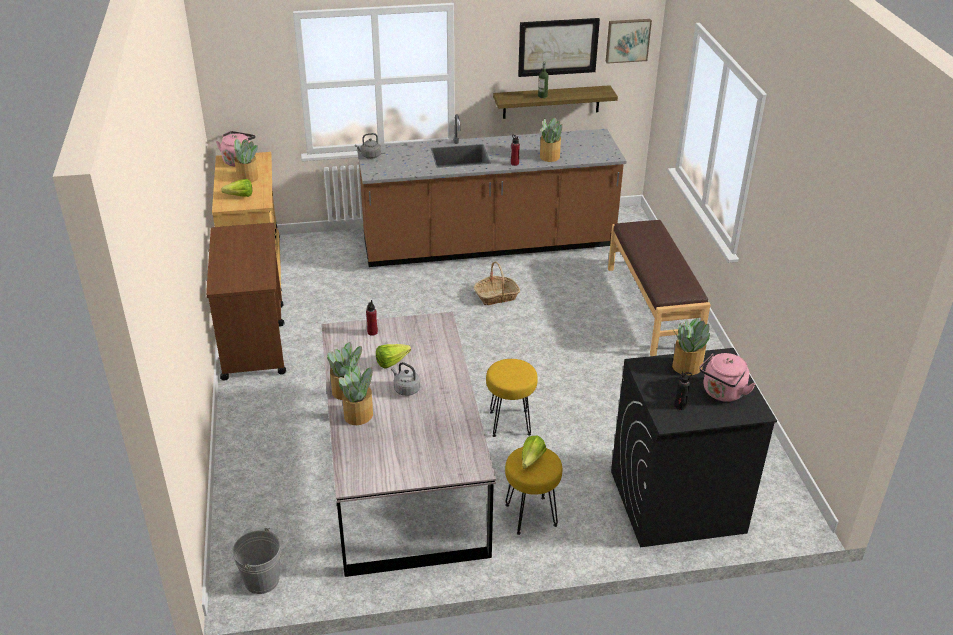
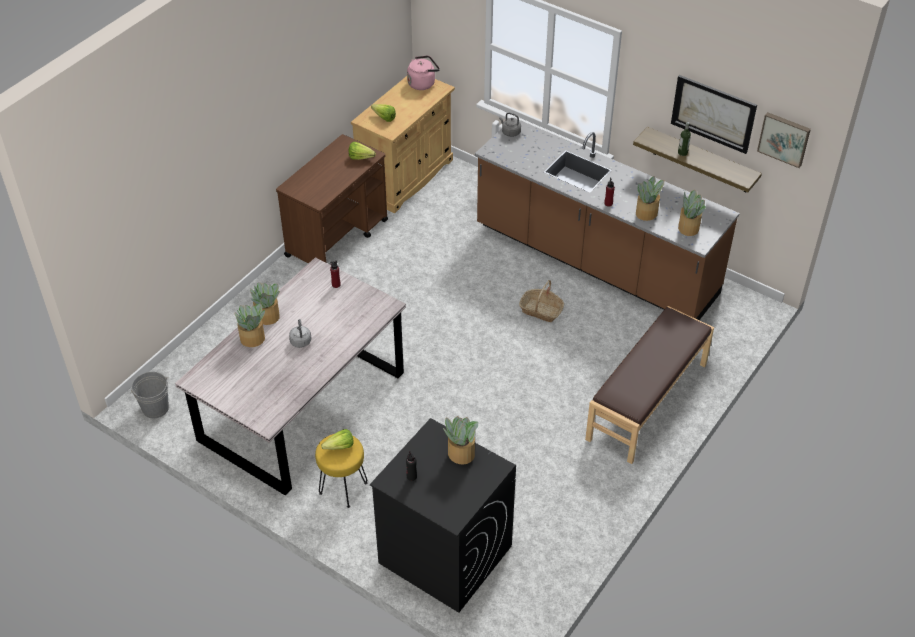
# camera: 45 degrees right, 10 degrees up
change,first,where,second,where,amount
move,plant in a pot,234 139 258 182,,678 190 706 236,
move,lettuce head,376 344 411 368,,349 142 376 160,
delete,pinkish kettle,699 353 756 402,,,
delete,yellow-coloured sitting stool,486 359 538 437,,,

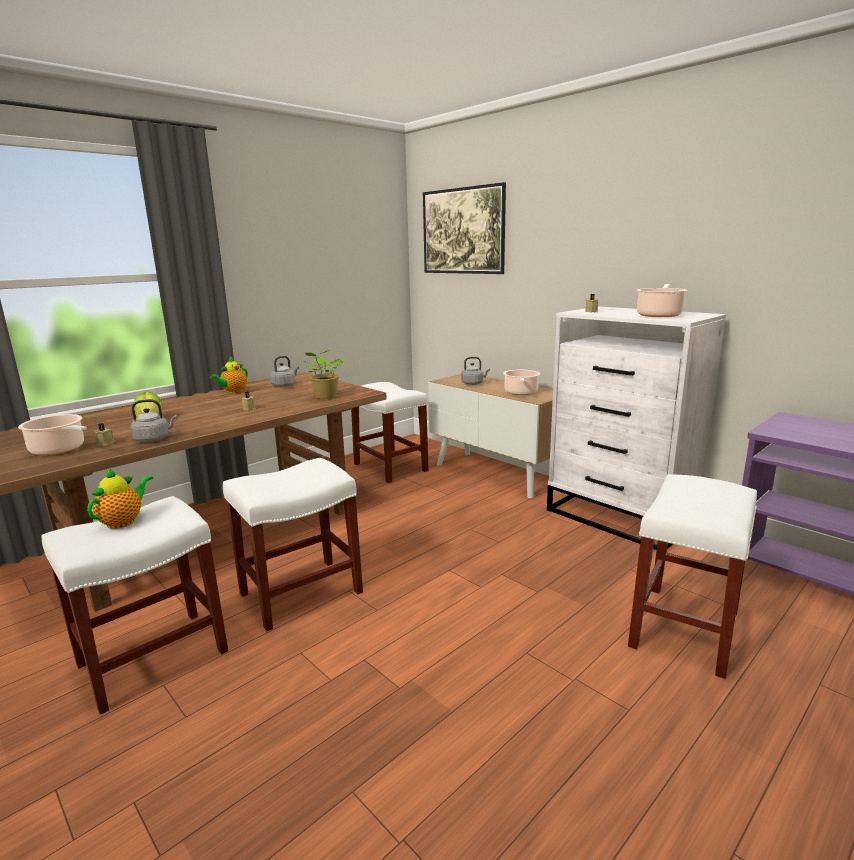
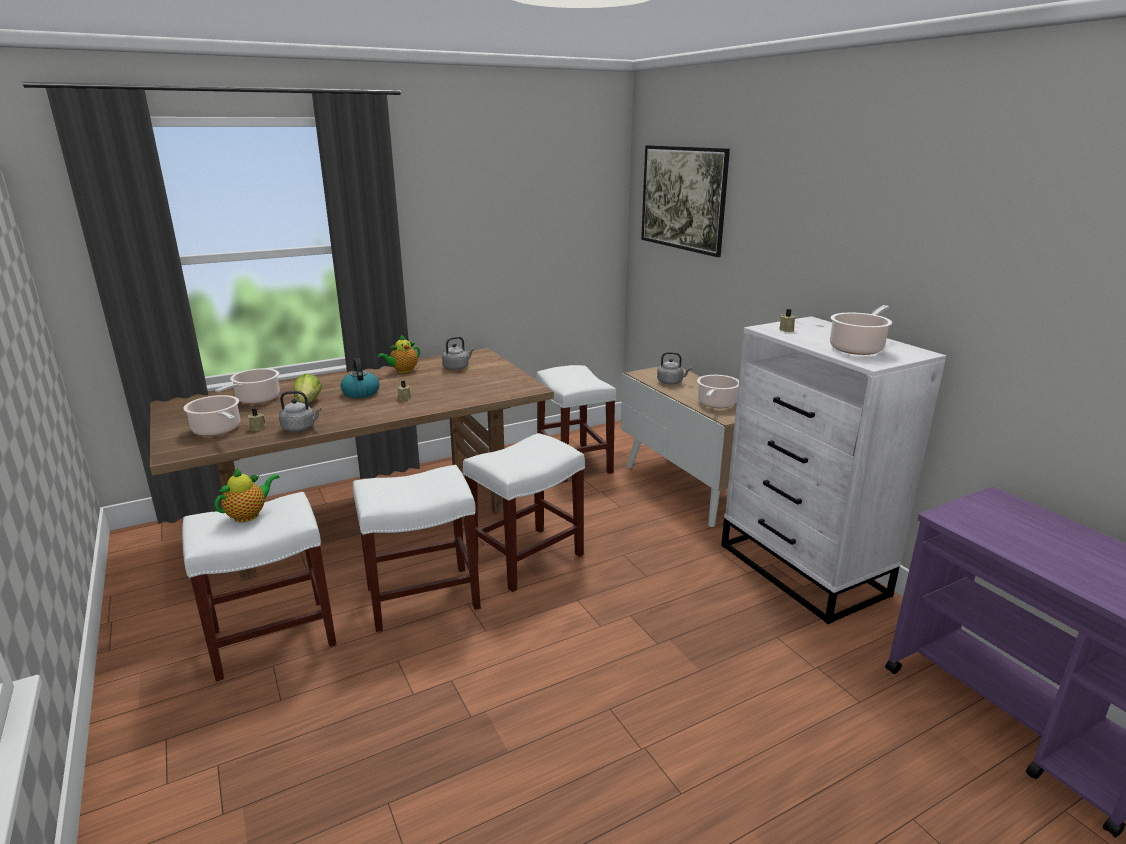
# camera: 15 degrees right, 5 degrees up
change,first,where,second,where,amount
delete,plant in a pot,302 350 345 399,,,
move,whitish sitting stool,628 474 757 679,,463 433 585 592,
insert,,,kettle,340 358 379 398,
insert,,,saucepot,215 368 280 404,

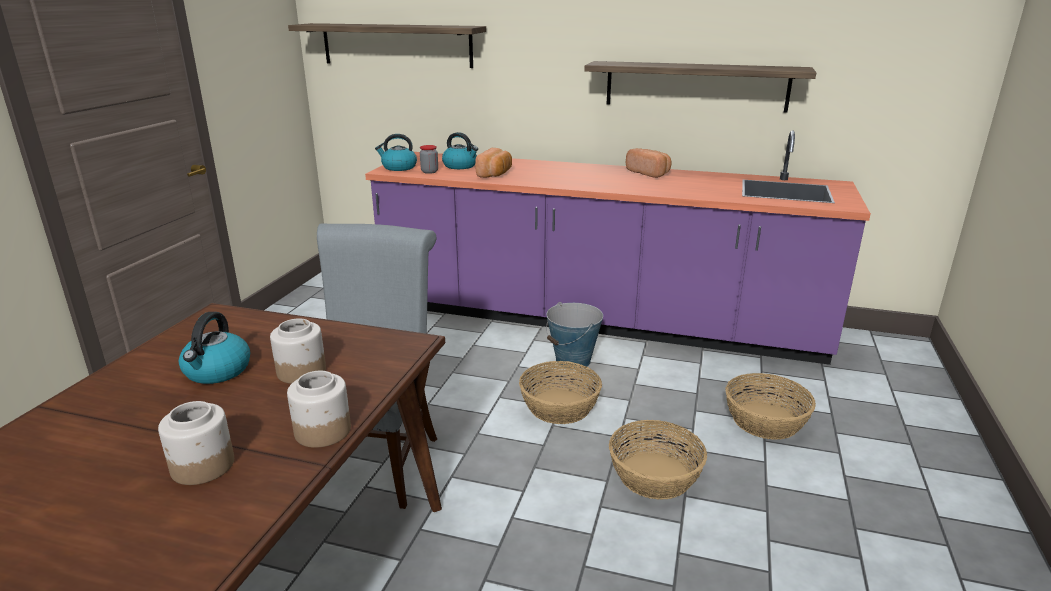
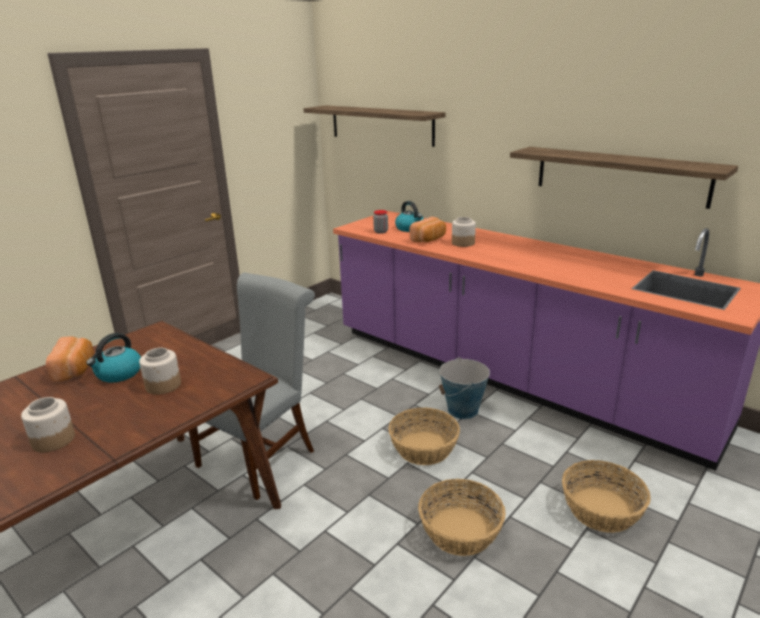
# camera: 25 degrees right, 0 degrees up
change,first,where,second,where,amount
delete,kettle,375 134 417 171,,,
move,bakery bread,626 148 671 178,,46 336 94 382,
move,preserve jar,287 371 351 448,,452 217 476 247,

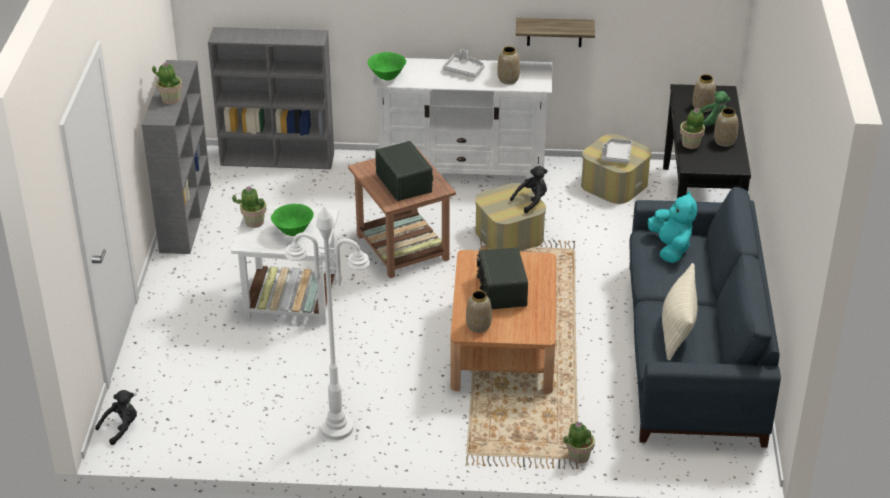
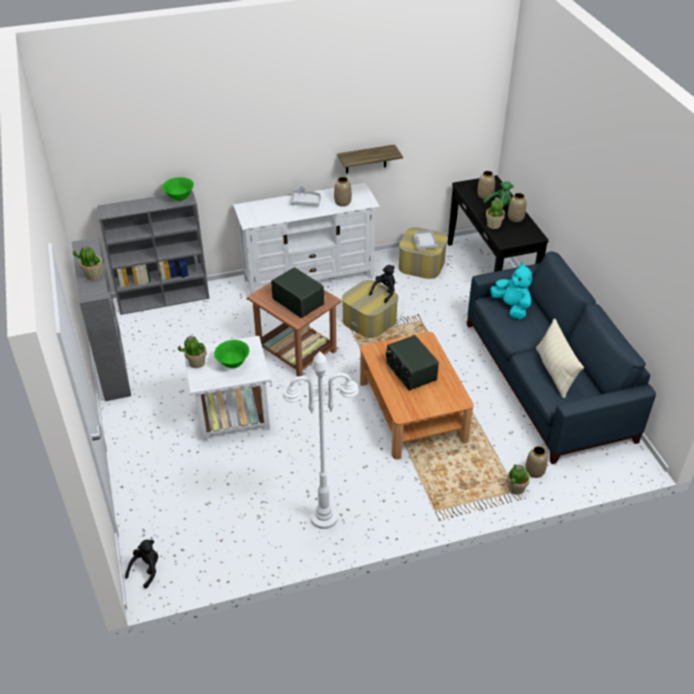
# camera: 20 degrees left, 5 degrees up
change,first,where,second,where,amount
move,green-coloured deep dish,368 52 406 80,,162 177 194 201,
move,vase,466 290 492 333,,525 446 548 478,

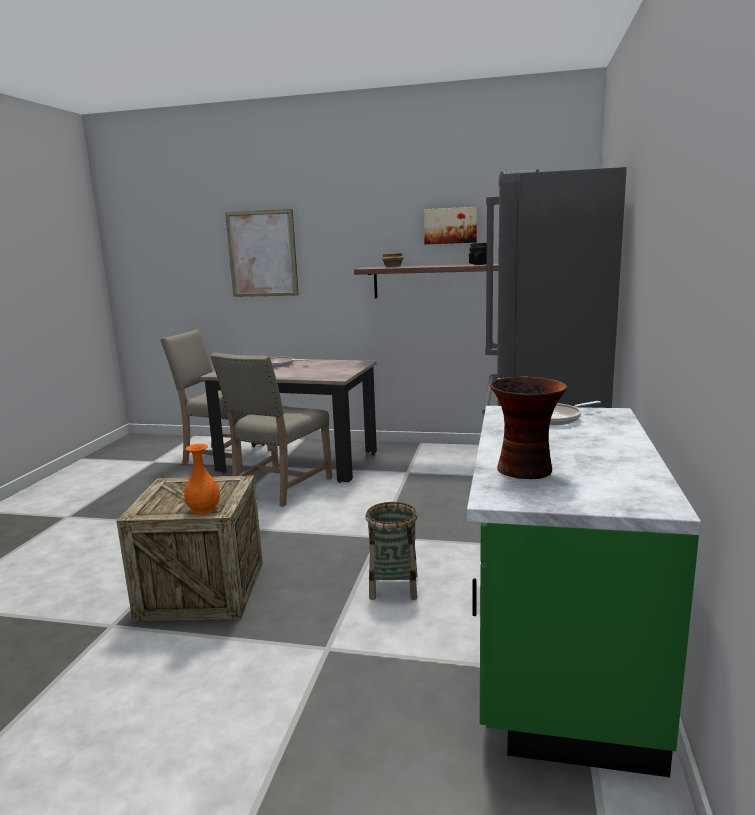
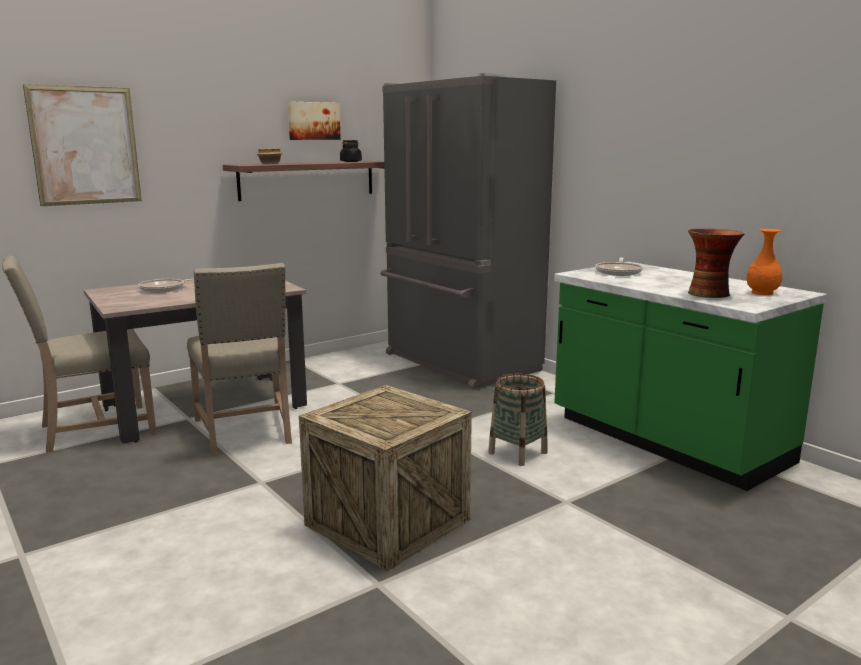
# camera: 50 degrees left, 0 degrees up
change,first,where,second,where,amount
move,orange-coloured vase,184 444 220 515,,747 229 782 295,

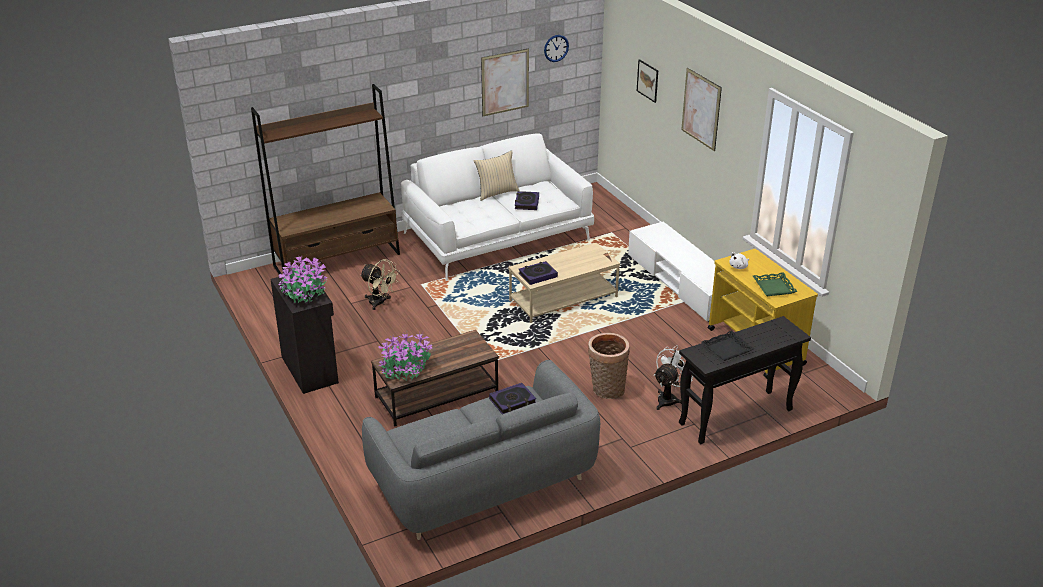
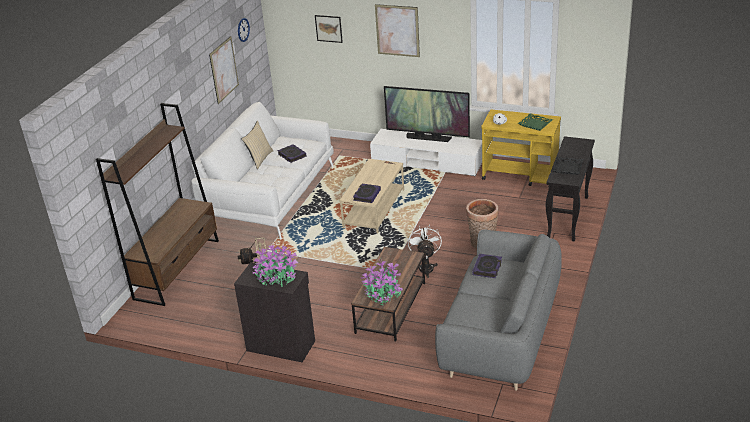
# camera: 40 degrees left, 0 degrees up
change,first,where,second,where,amount
move,whitish electric fan,654 345 693 410,,407 225 442 278,
insert,,,TV,384 86 470 142,

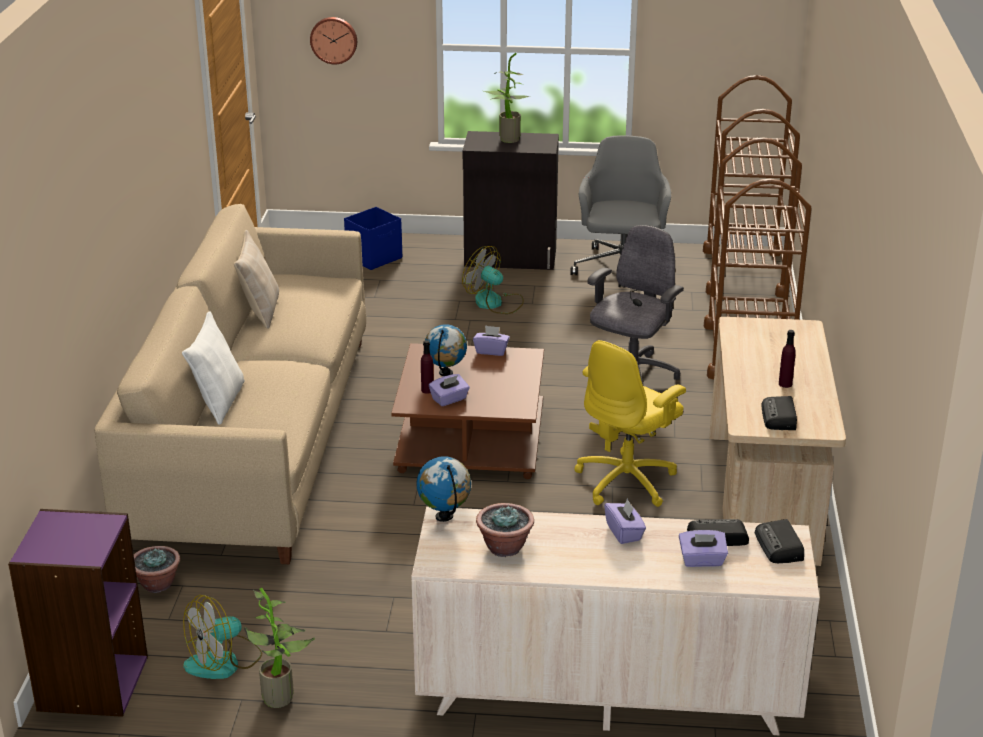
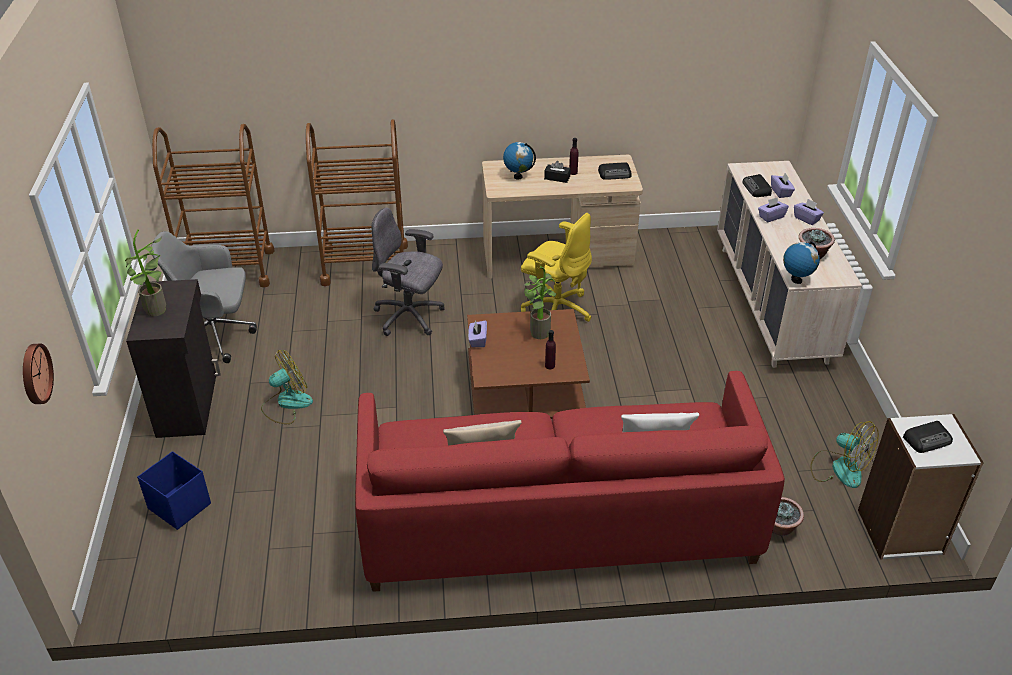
# camera: 100 degrees left, 10 degrees up
change,first,where,second,where,amount
recolor,beige-coloured settee,95 204 366 564,red-coloured settee,355 371 785 592,
rotate,electric fan,462 246 524 314,,261 350 313 424,150 degrees counterclockwise
move,world globe,425 324 467 376,,503 142 536 180,
move,purple-coloured tissue box,429 374 470 406,,794 199 824 225,
recolor,purple-coloured shelving unit,8 509 148 717,whitish shelving unit,858 414 984 560,
move,radio set,755 519 804 563,,903 421 953 453,
move,plant in a pot,244 588 315 708,,524 266 556 339,
insert,,,black tissue box,544 161 571 183,

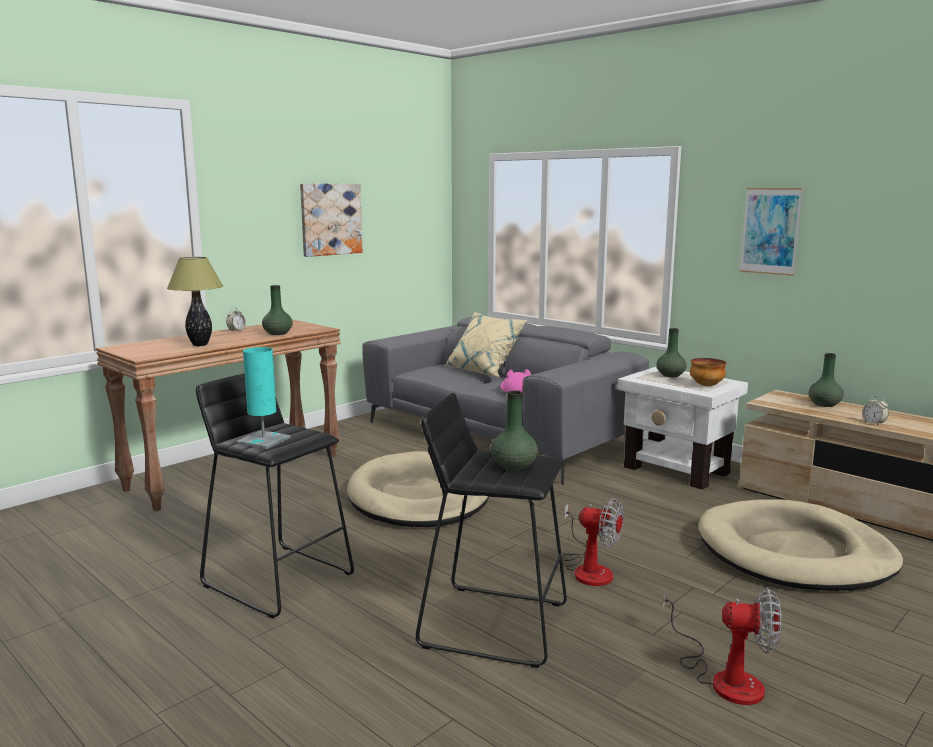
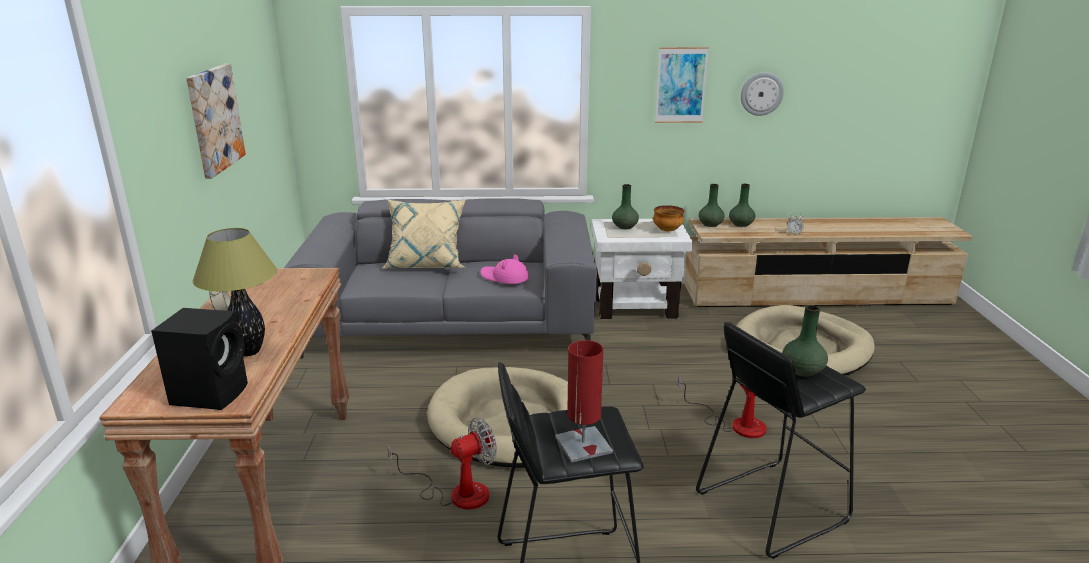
# camera: 45 degrees left, 10 degrees up
change,first,where,second,where,amount
move,green-coloured vase,262 285 293 335,,698 184 725 227,
recolor,turquoise tabletop lamp,236 347 290 449,red-coloured tabletop lamp,555 340 613 463,
move,electric fan,664 588 781 705,,387 418 497 510,
insert,,,clock on the wall,741 72 784 116,
insert,,,black audio speaker,151 308 248 410,

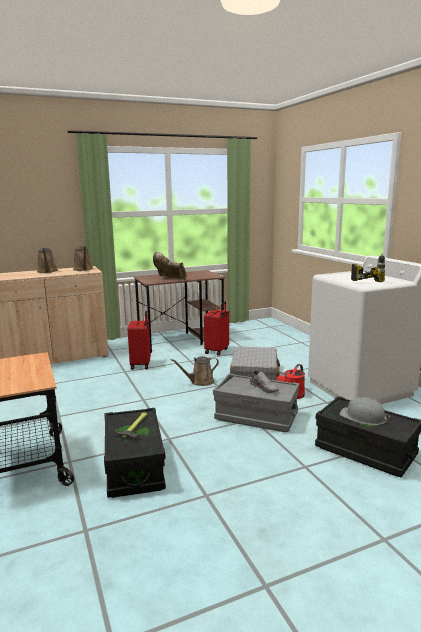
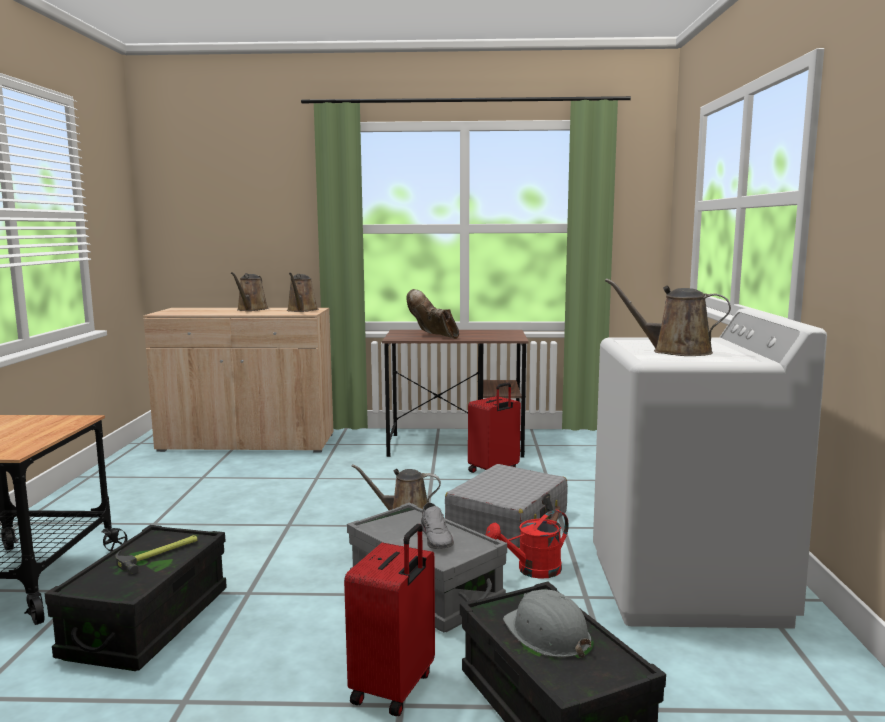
# camera: 25 degrees right, 5 degrees down
change,first,where,second,where,amount
replace,drill,351 253 385 282,brown-coloured sprinkling can,605 279 731 356,
move,red-coloured piece of luggage,128 311 151 370,,344 524 435 717,

